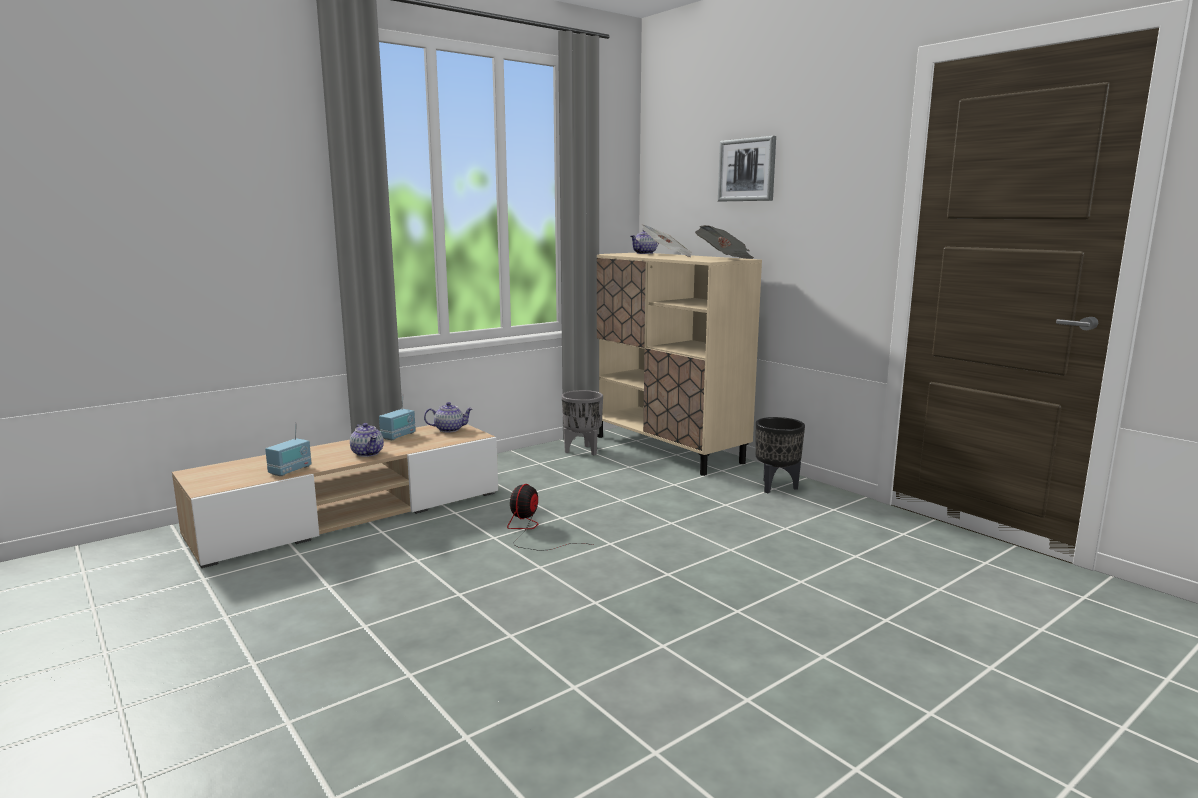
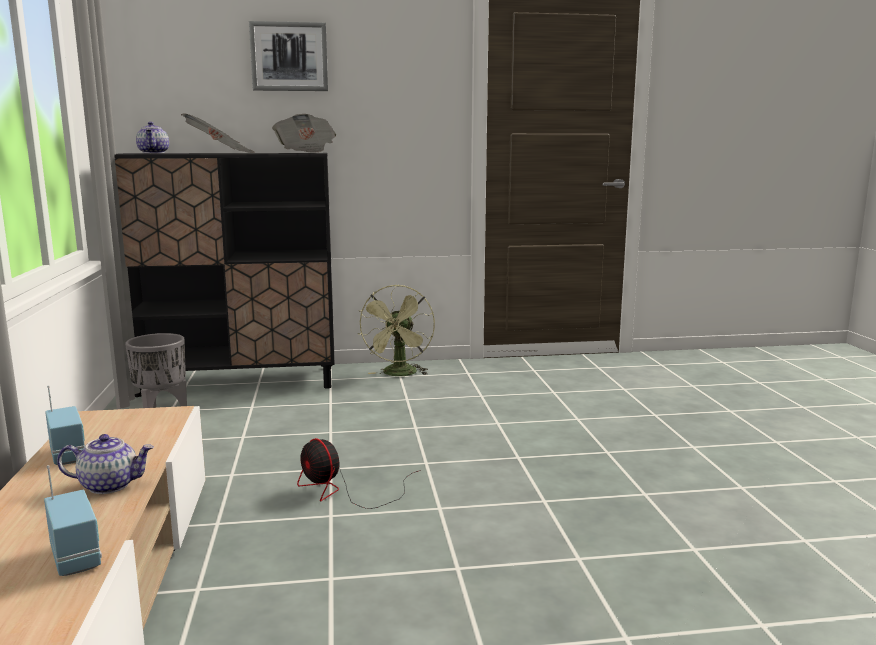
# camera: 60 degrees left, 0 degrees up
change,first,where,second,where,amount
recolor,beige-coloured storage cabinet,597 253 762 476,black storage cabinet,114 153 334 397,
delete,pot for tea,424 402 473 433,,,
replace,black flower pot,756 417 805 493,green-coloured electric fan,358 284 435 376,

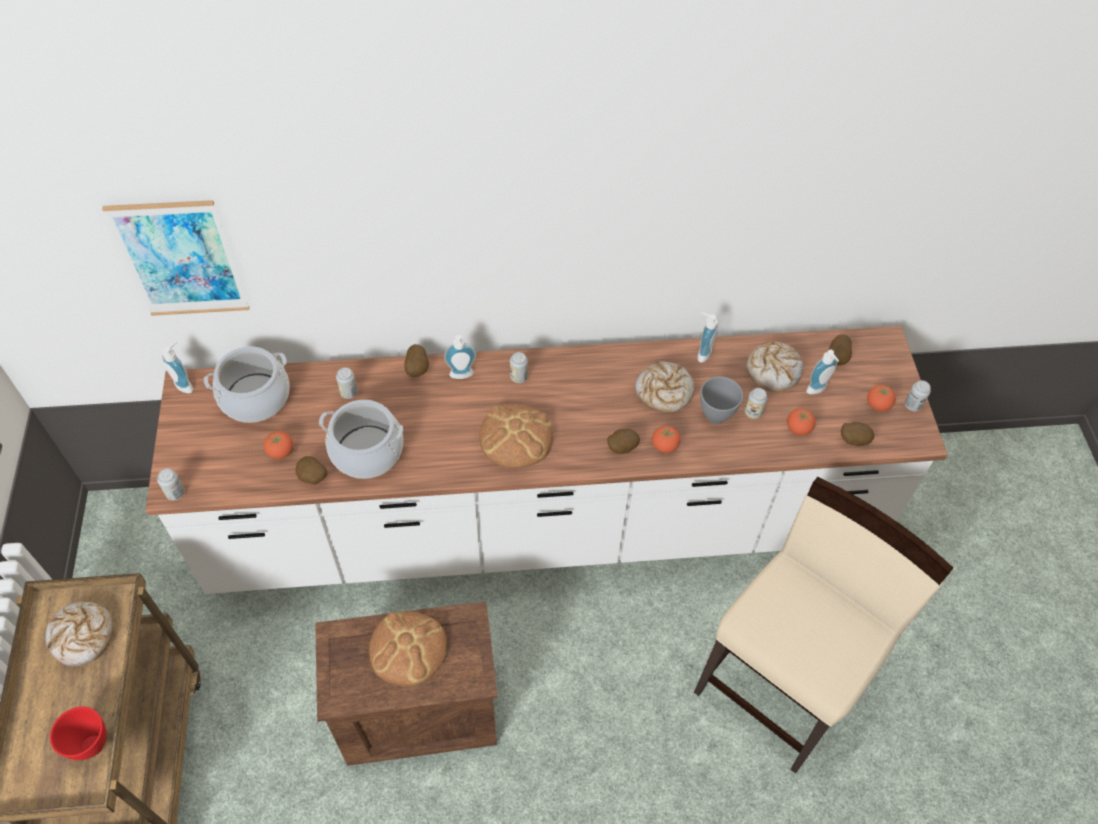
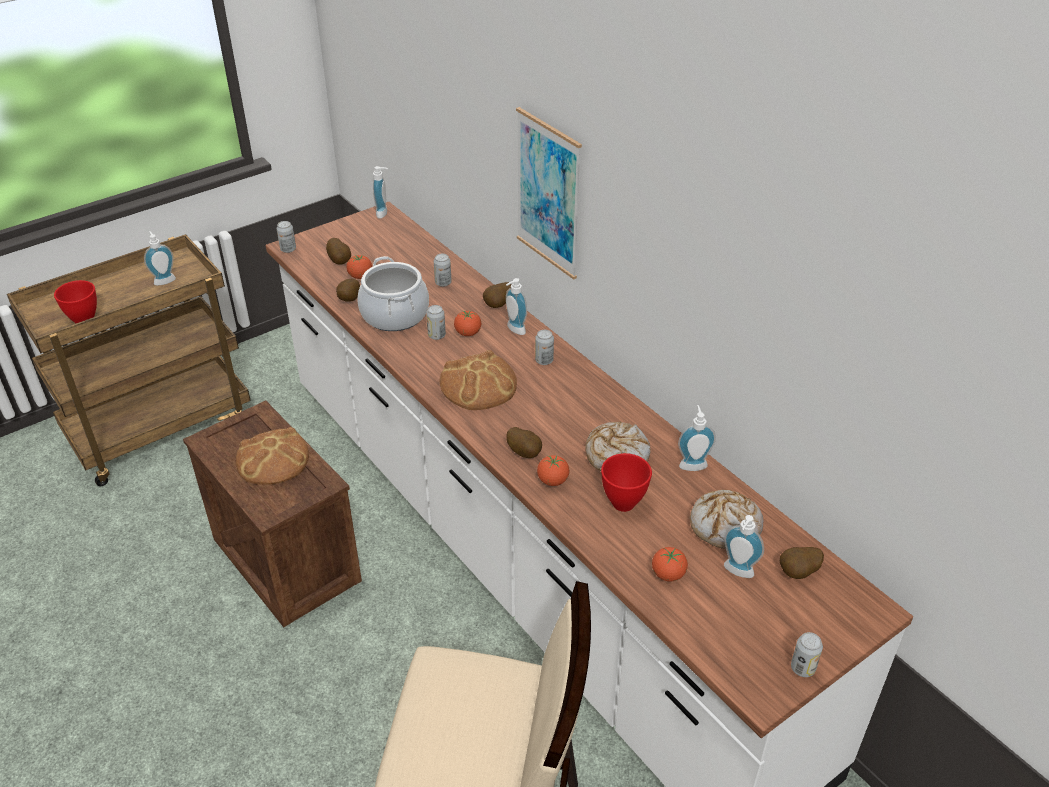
# camera: 60 degrees right, 15 degrees down
change,first,where,second,where,amount
move,wall art,102 200 249 316,,516 107 582 280,
delete,saucepot,204 346 290 423,,,
recolor,greyish deep dish,700 376 743 424,red-coloured deep dish,601 453 652 512,
move,fresh tomato,867 385 896 412,,454 311 481 336,
move,metal can,745 388 767 419,,426 305 446 340,
move,whole potato,841 422 874 446,,326 238 351 265,
replace,bakery bread,45 602 114 666,soap dispenser,144 231 176 286,

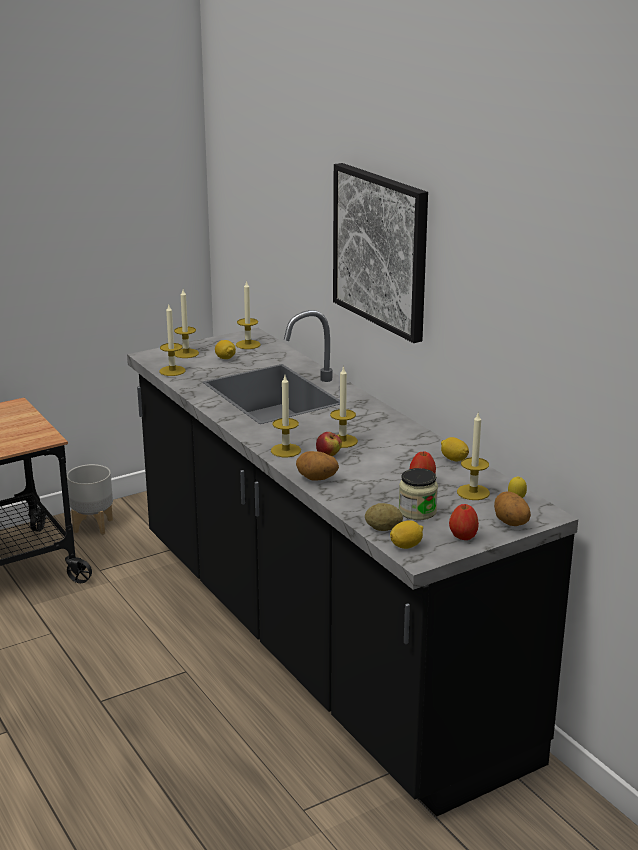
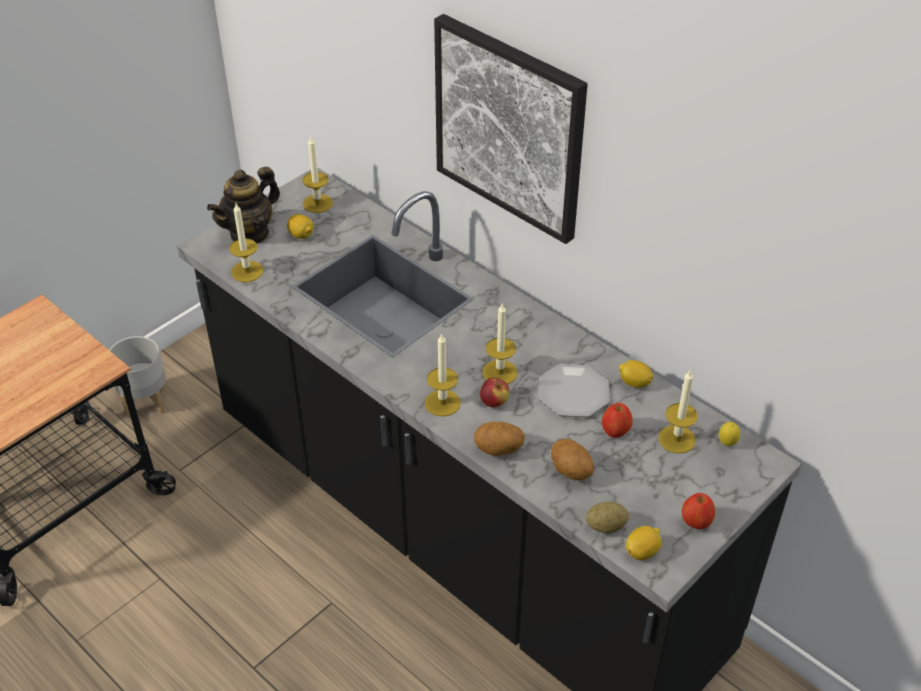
# camera: 15 degrees left, 20 degrees up
change,first,where,second,where,amount
replace,wax candle,174 289 199 358,pot for tea,207 167 280 244,
delete,preserve jar,399 468 438 520,,,
move,whole potato,494 492 531 526,,551 439 594 481,
insert,,,plate,538 364 610 417,

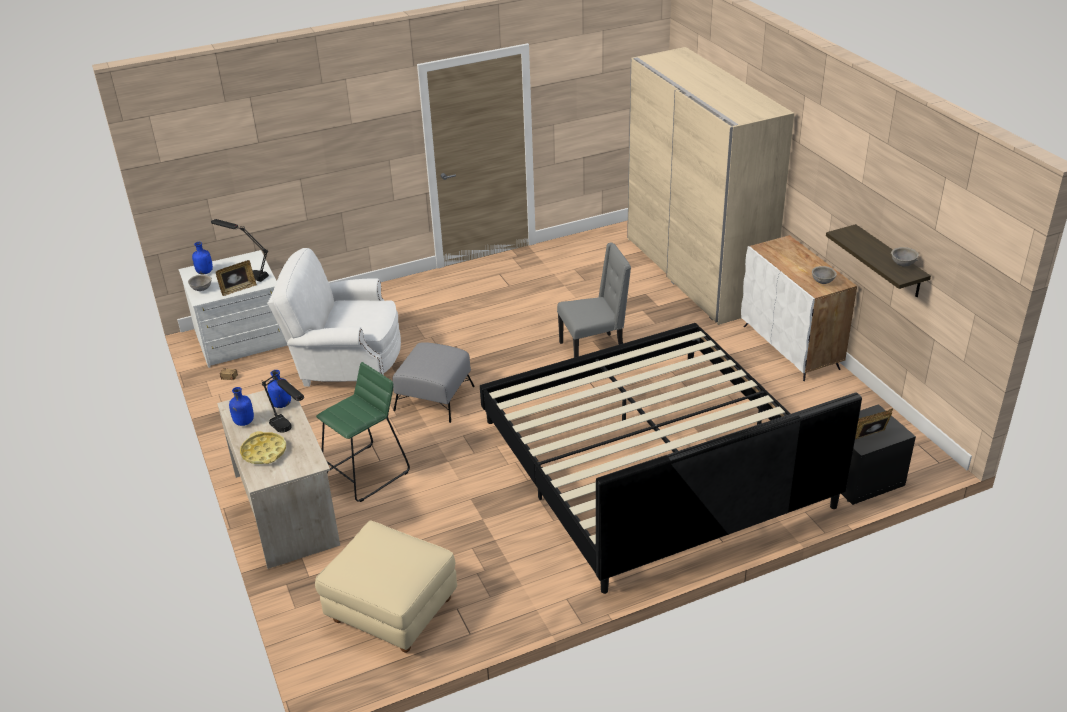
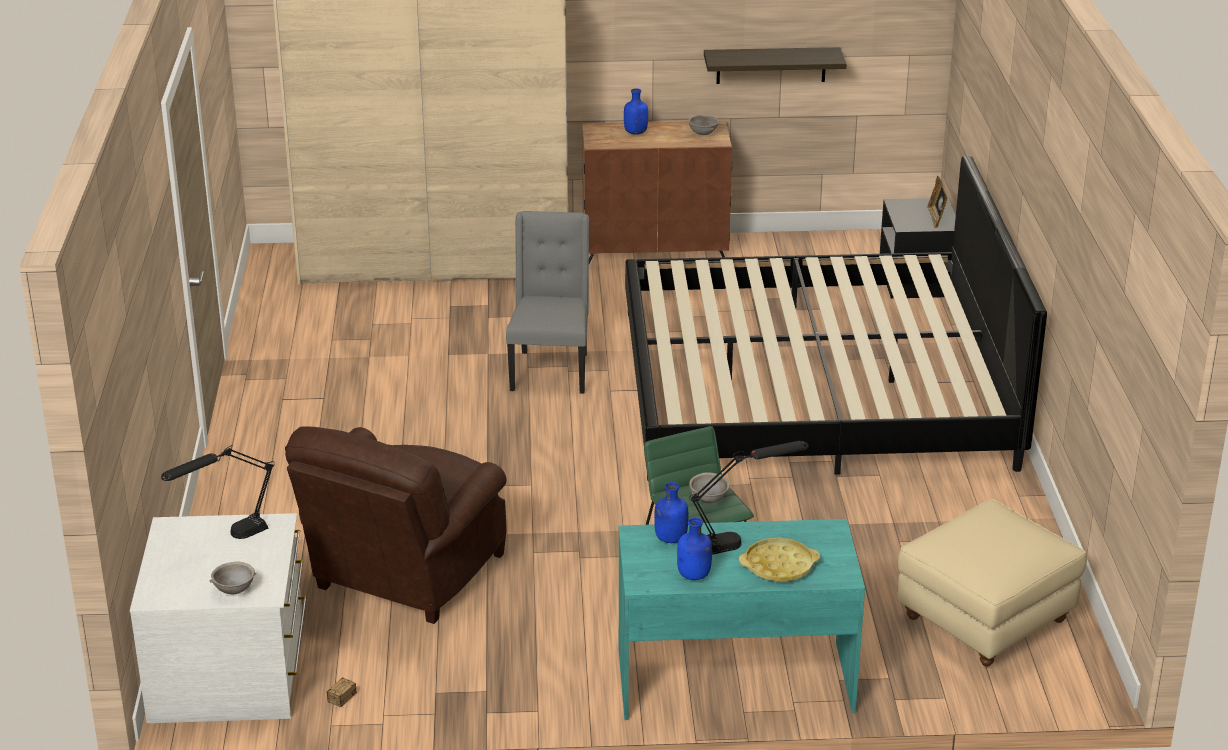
# camera: 70 degrees left, 5 degrees down
change,first,where,second,where,amount
recolor,whitish storage cabinet,741 235 857 381,brown-coloured storage cabinet,582 121 732 264,
move,blue-coloured bottle,192 242 213 274,,624 88 648 135,
move,greyish deep dish,891 247 919 267,,689 472 729 503,
recolor,whitish lounge chair,267 248 401 387,brown-coloured lounge chair,285 426 507 624,
delete,picture frame,216 260 257 296,,,
delete,greyish footrest,392 342 475 423,,,
recolor,beige-coloured desk unit,217 383 340 569,turquoise desk unit,618 519 865 720,

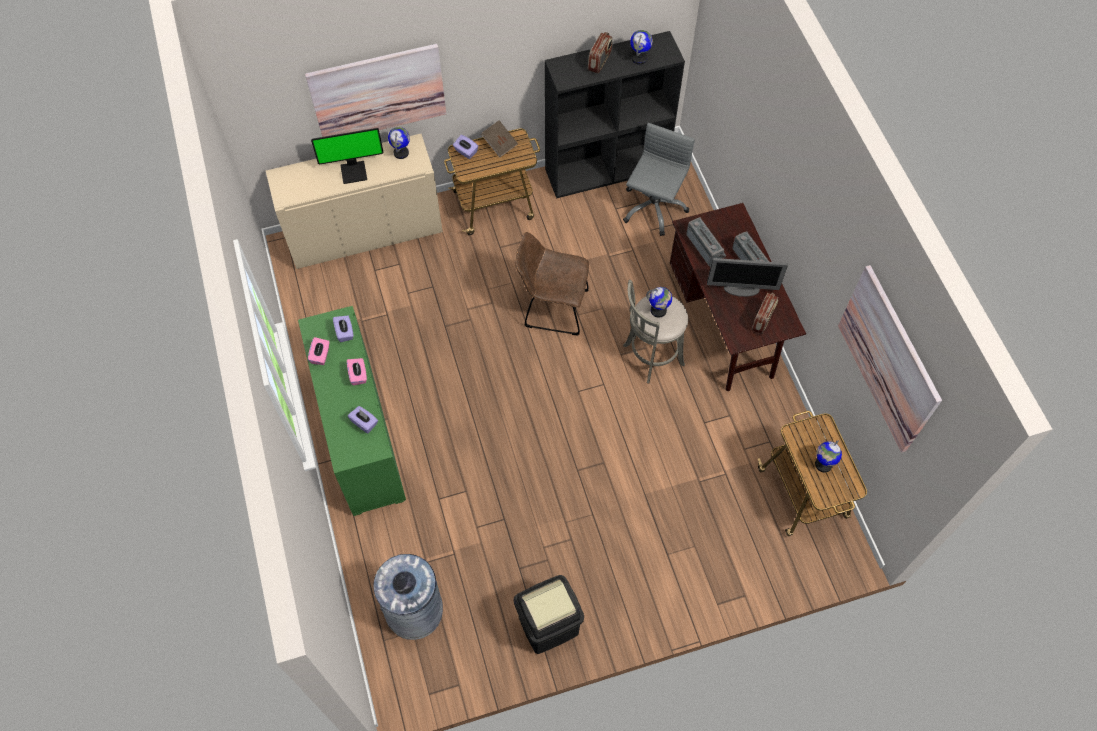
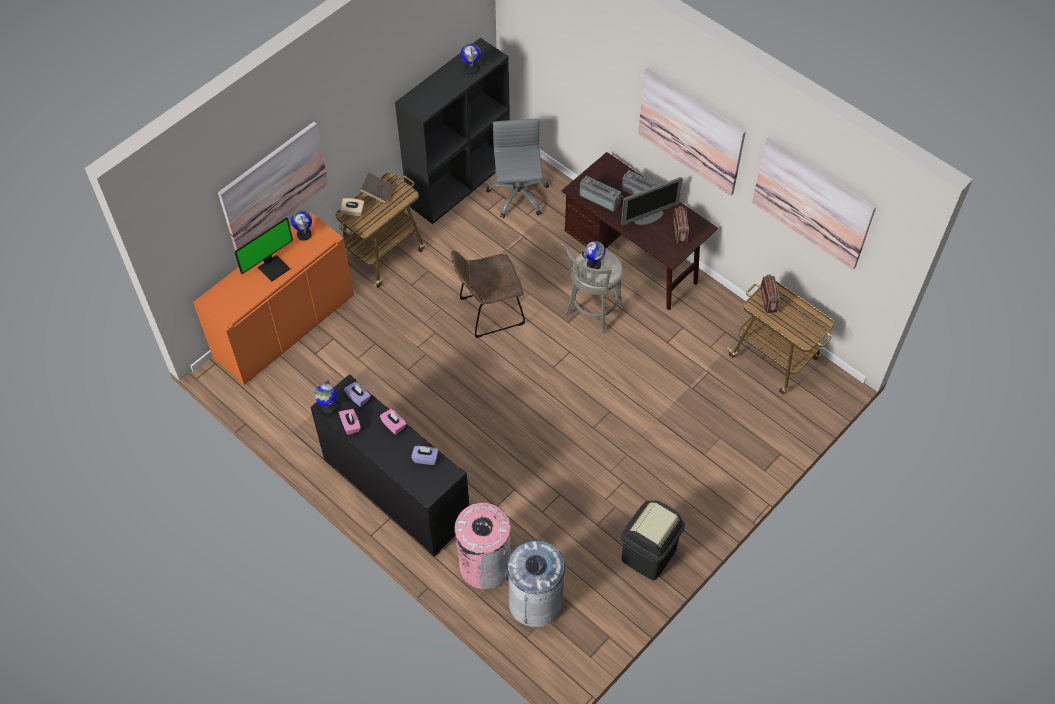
# camera: 30 degrees left, 5 degrees down
change,first,where,second,where,amount
move,radio set,588 32 612 74,,760 275 779 313,
recolor,beige-coloured storage cabinet,266 134 443 269,orange-coloured storage cabinet,193 212 354 385,
recolor,purple-coloured tissue box,453 135 478 159,beige-coloured tissue box,341 198 364 216,
recolor,green-coloured storage cabinet,298 306 406 516,black storage cabinet,310 374 469 557,
move,world globe,815 440 842 473,,315 380 337 414,
insert,,,wall art,638 68 746 196,
insert,,,pinkish waste bin,454 503 511 589,

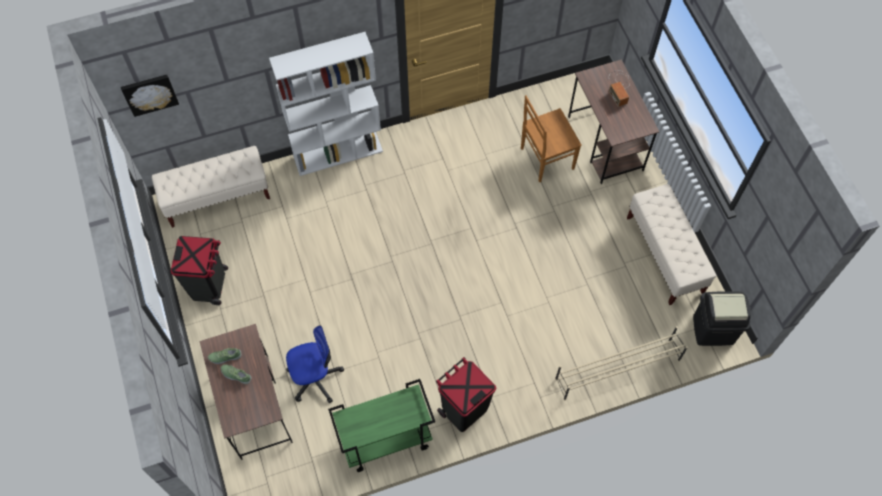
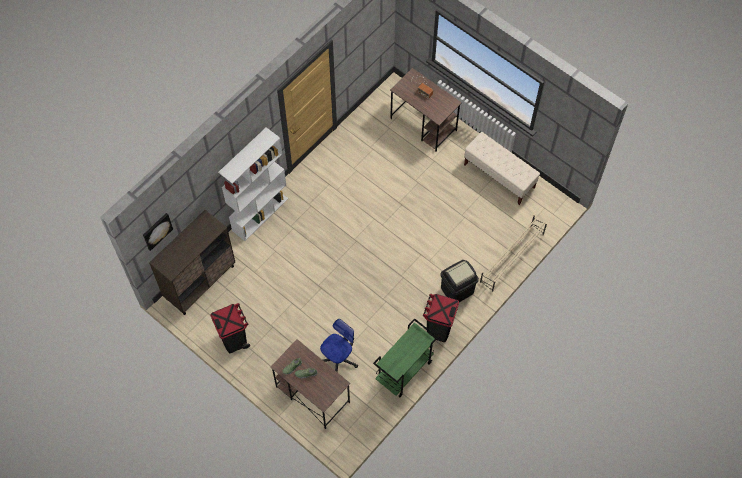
# camera: 30 degrees left, 0 degrees up
change,first,where,second,where,amount
delete,brown-coloured plain chair,521 96 582 183,,,
replace,beige-coloured bench,152 146 270 228,brown-coloured storage cabinet,149 210 235 315,
move,black waste bin,693 291 751 346,,441 260 479 302,

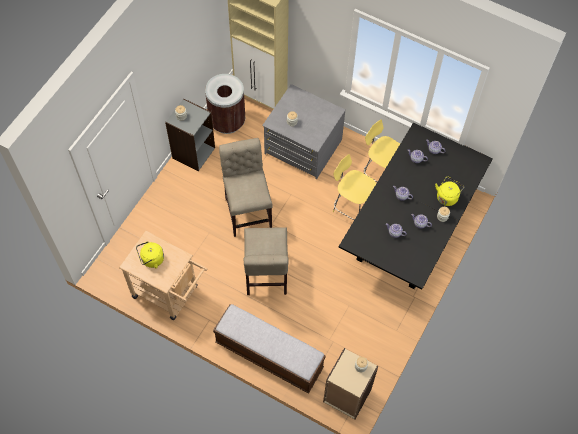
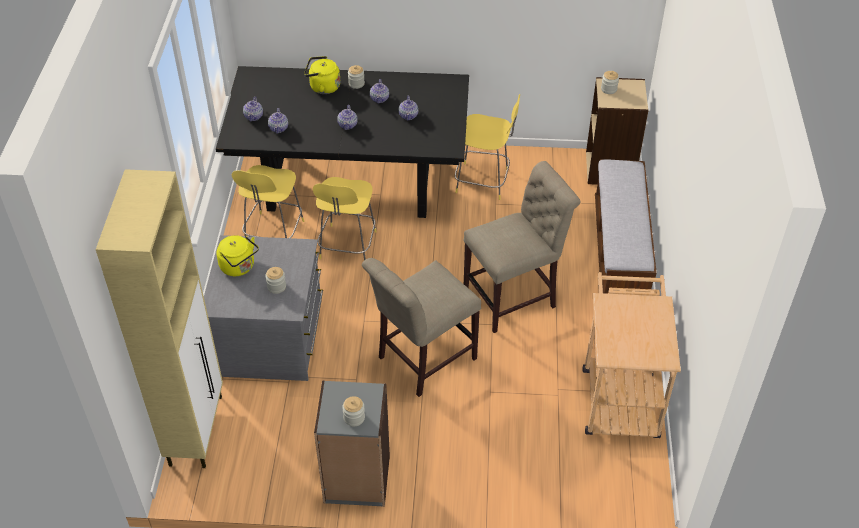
# camera: 115 degrees left, 15 degrees down
change,first,where,second,where,amount
delete,brown-coloured waste bin,205 74 245 134,,,
move,yellow-coloured kettle,136 241 164 268,,216 235 259 276,
insert,,,yellow-coloured sitting stool,455 94 520 200,

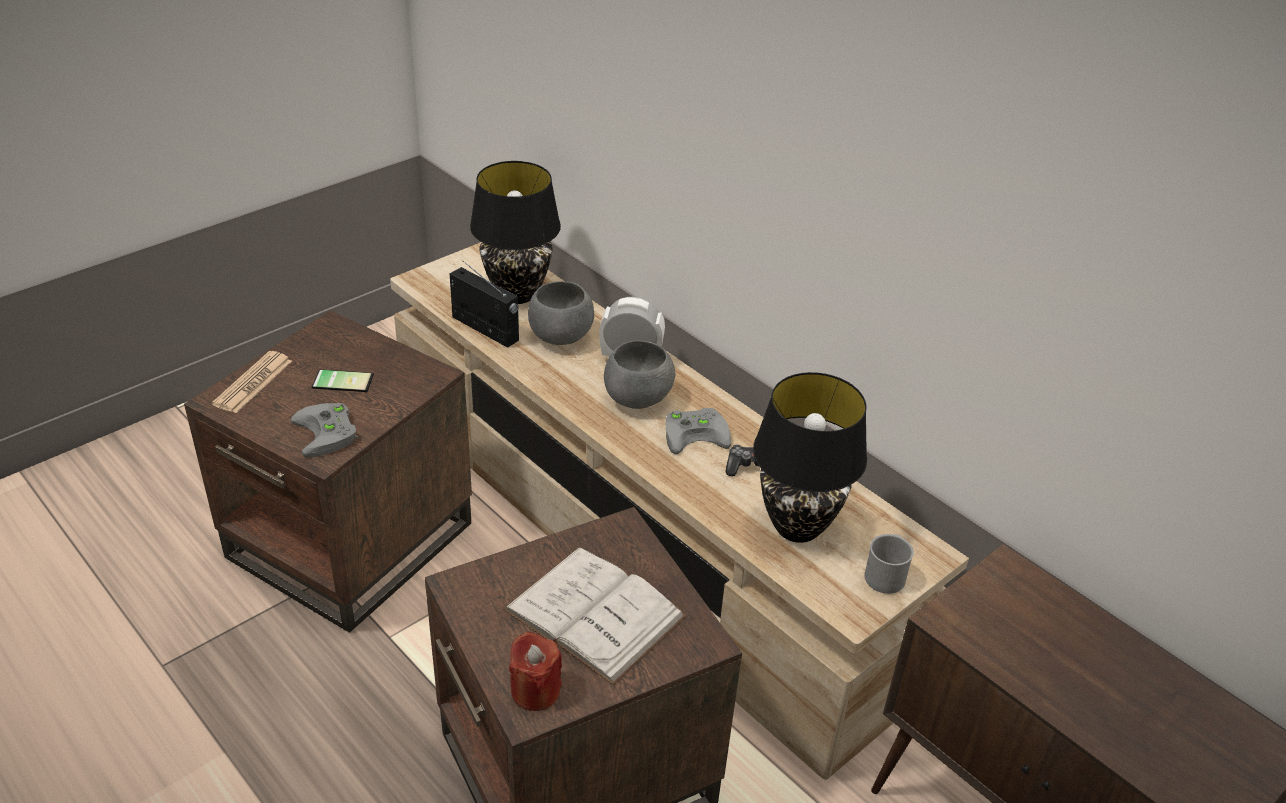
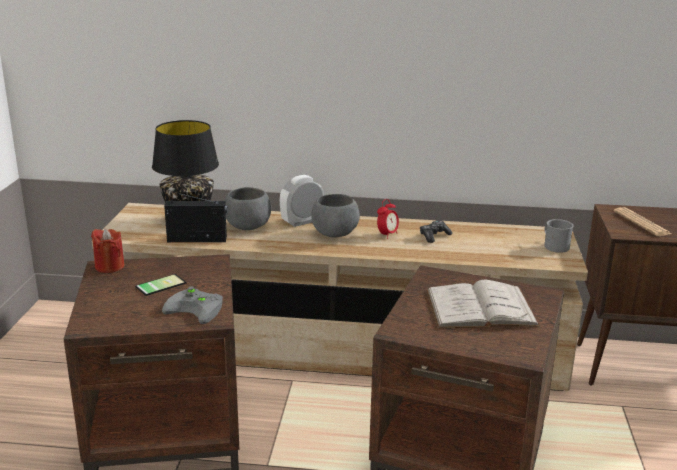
# camera: 40 degrees left, 15 degrees down
change,first,where,second,where,amount
move,newspaper,212 351 292 413,,614 207 671 236,
delete,black tabletop lamp,753 372 867 543,,,
replace,greyish gamepad,666 408 731 454,alarm clock,377 199 399 239,
move,red-coloured wax candle,509 632 562 711,,91 228 124 273,

